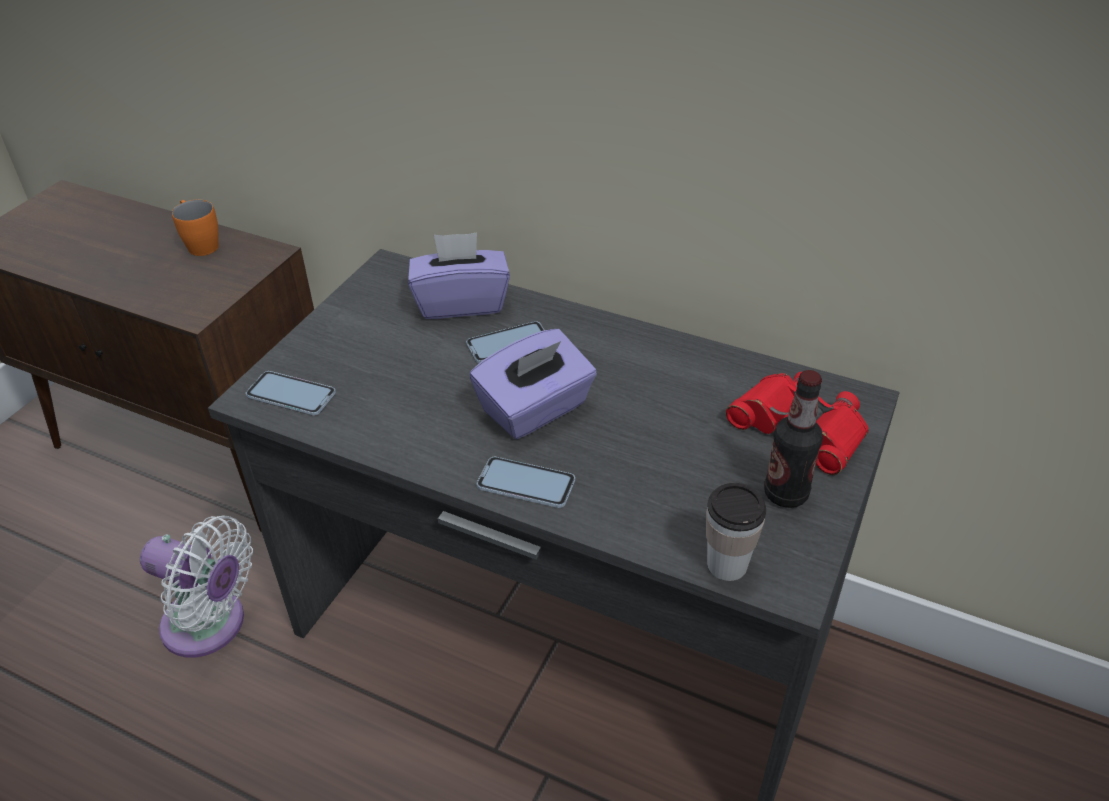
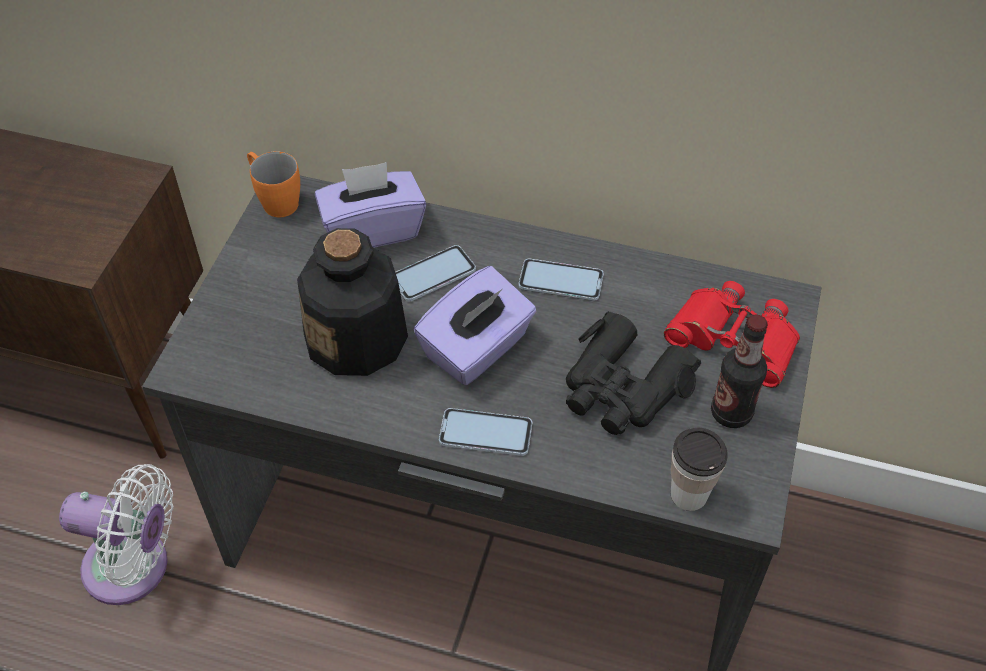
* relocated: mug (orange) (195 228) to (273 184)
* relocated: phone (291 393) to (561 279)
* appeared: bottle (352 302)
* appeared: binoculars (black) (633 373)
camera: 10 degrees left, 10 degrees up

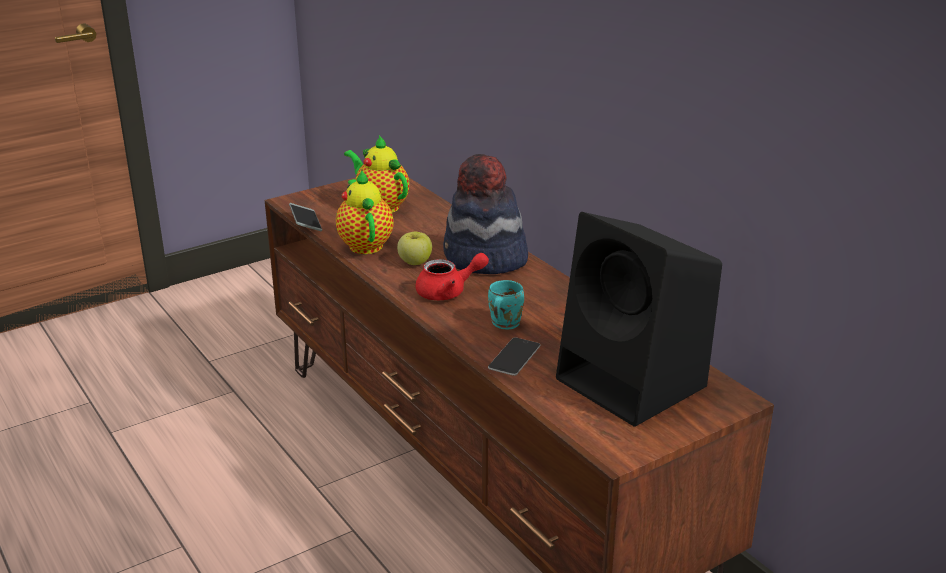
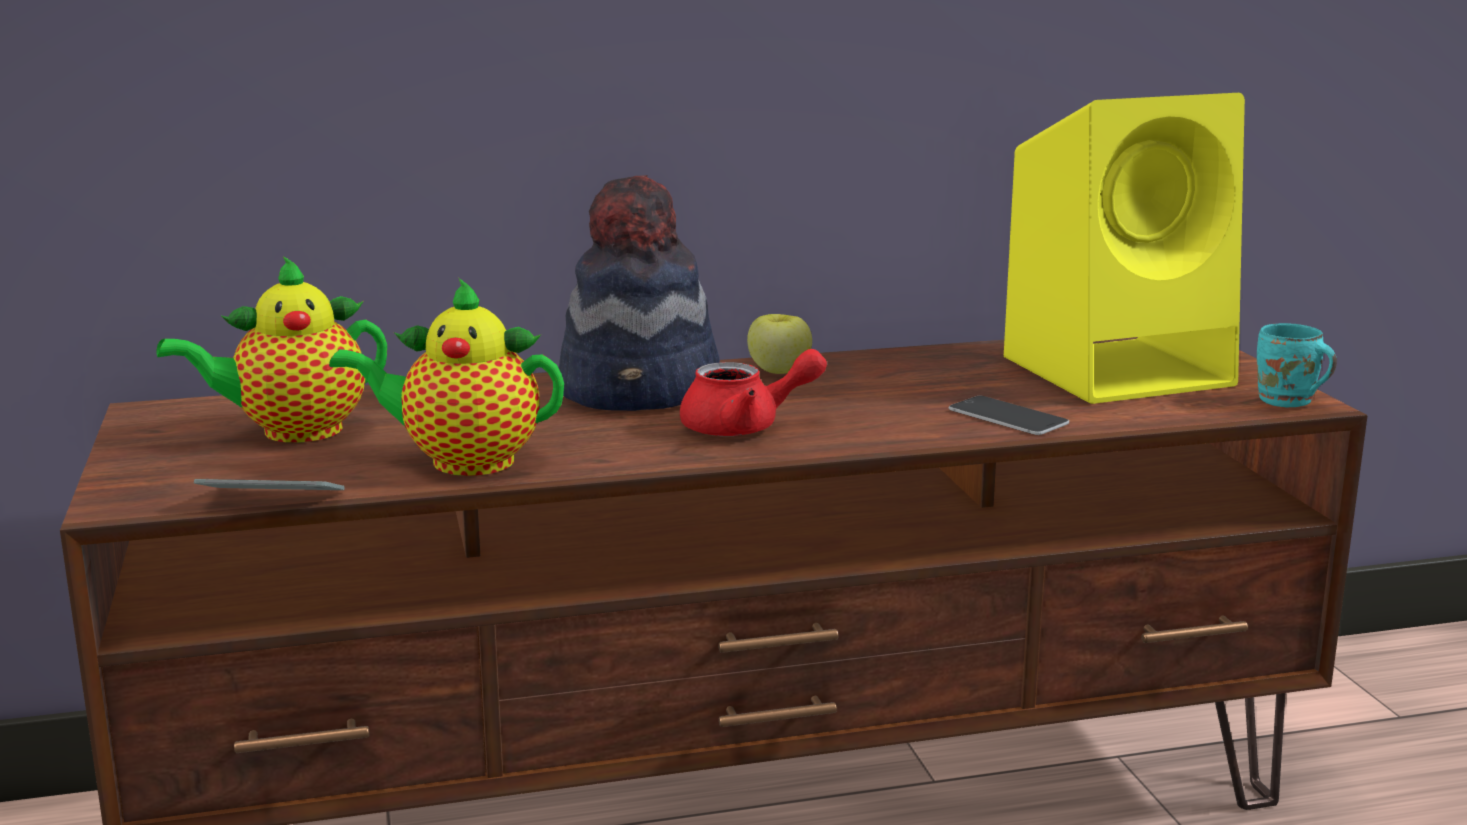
* colour: speaker (black) (639 319) to speaker (yellow) (1124 248)
* relocated: apple (414 248) to (779 344)
* spun: teapot (red) (452 276) = (753 392) 75 degrees clockwise
* relocated: mug (turquoise) (506 304) to (1297 365)
camera: 70 degrees left, 10 degrees down

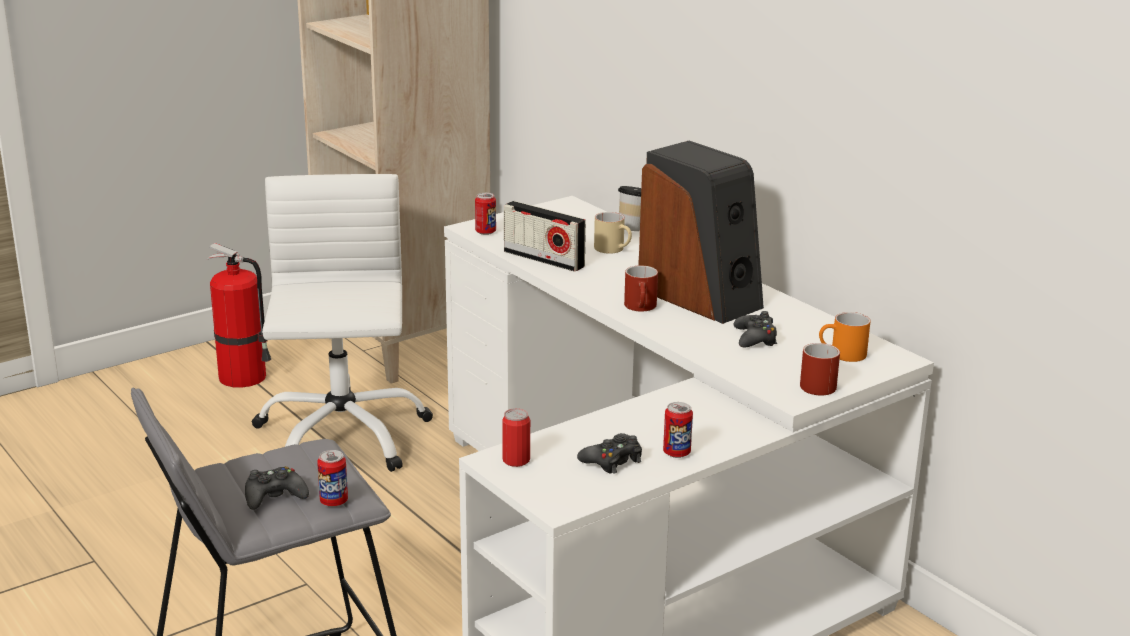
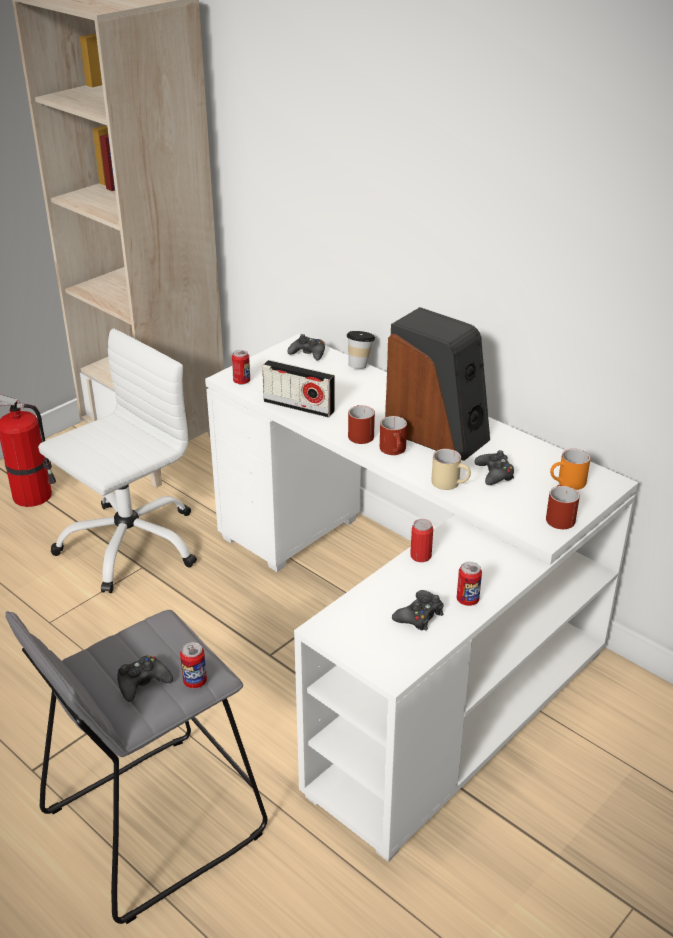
* spun: office chair (white) (342 323) = (117 460) 60 degrees clockwise
* relocated: mug (beige) (613 233) to (451 469)
* relocated: can (516 437) to (421 540)
* appeared: game controller (black) (306 347)
* appeared: mug (red) (361 424)
camera: 10 degrees left, 10 degrees up

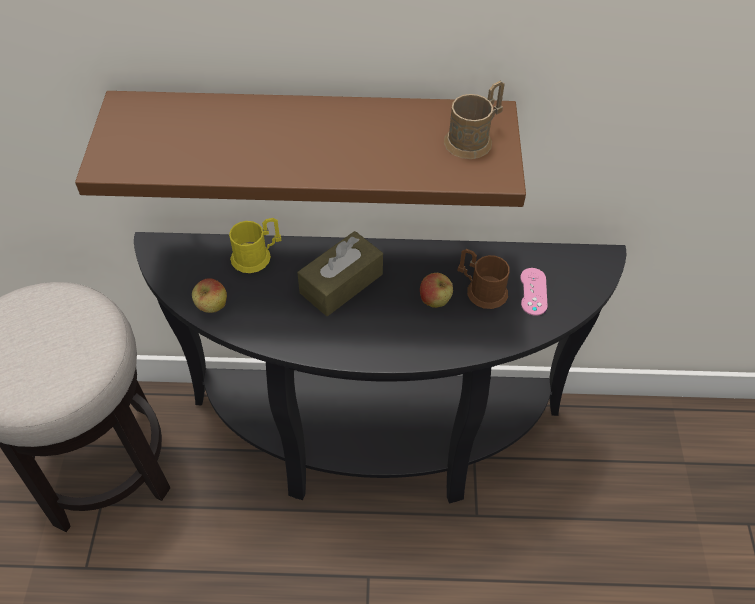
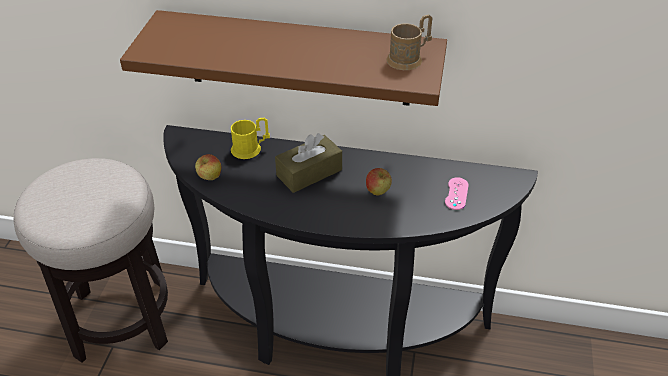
* missing: mug (brown) (483 279)
camera: 10 degrees right, 10 degrees down

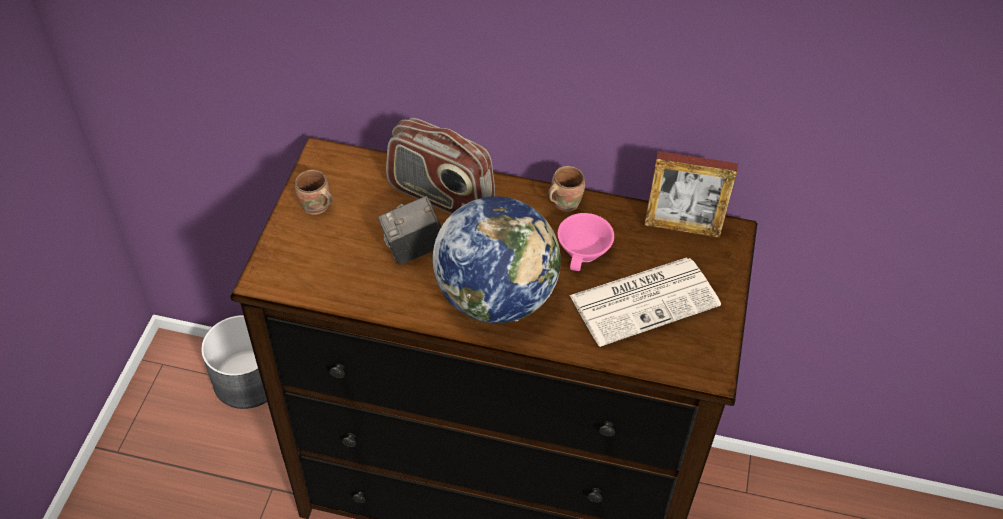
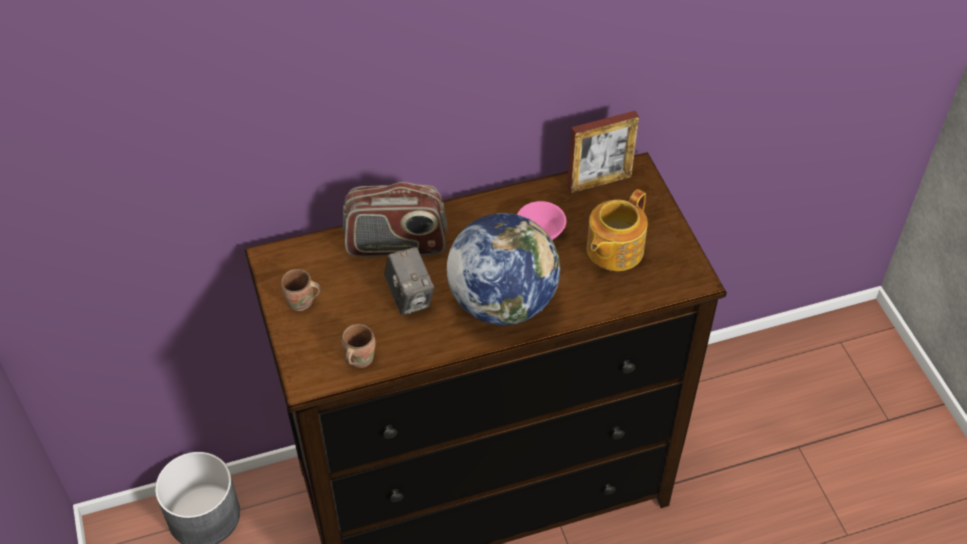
* relocated: mug (brown) (566 189) to (358 346)
* spun: photo camera (409 230) = (409 281) 60 degrees counterclockwise
* exchanged: newspaper (645 302) to teapot (617 230)
camera: 30 degrees left, 0 degrees up

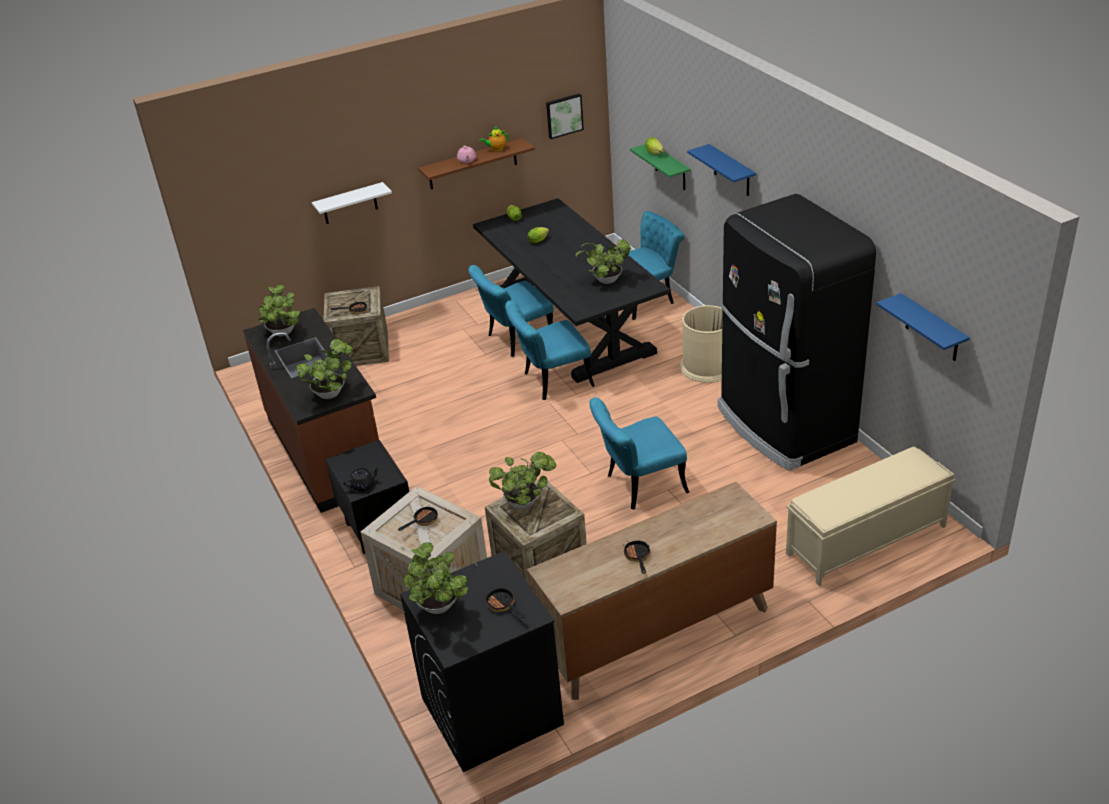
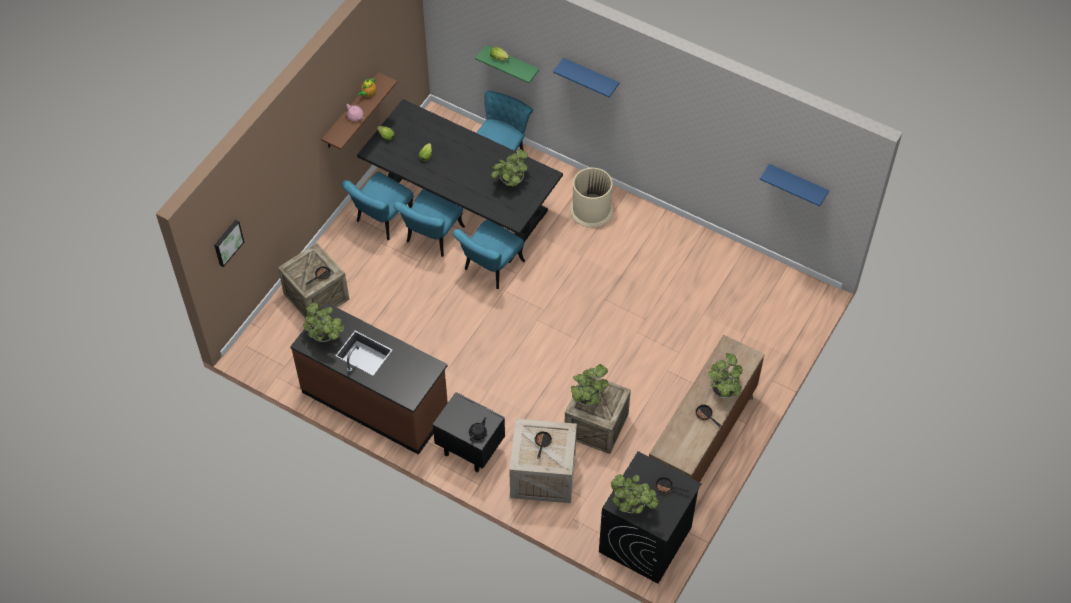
* relocated: picture (565 116) to (229 243)
* missing: shelf (white) (352 203)
* missing: fridge (black) (797 332)
* relocated: potted plant (324 369) to (725 375)
* relocated: chair (turquoise) (639 453) to (377 206)
* missing: bench (beige) (871 516)
camera: 35 degrees left, 20 degrees up

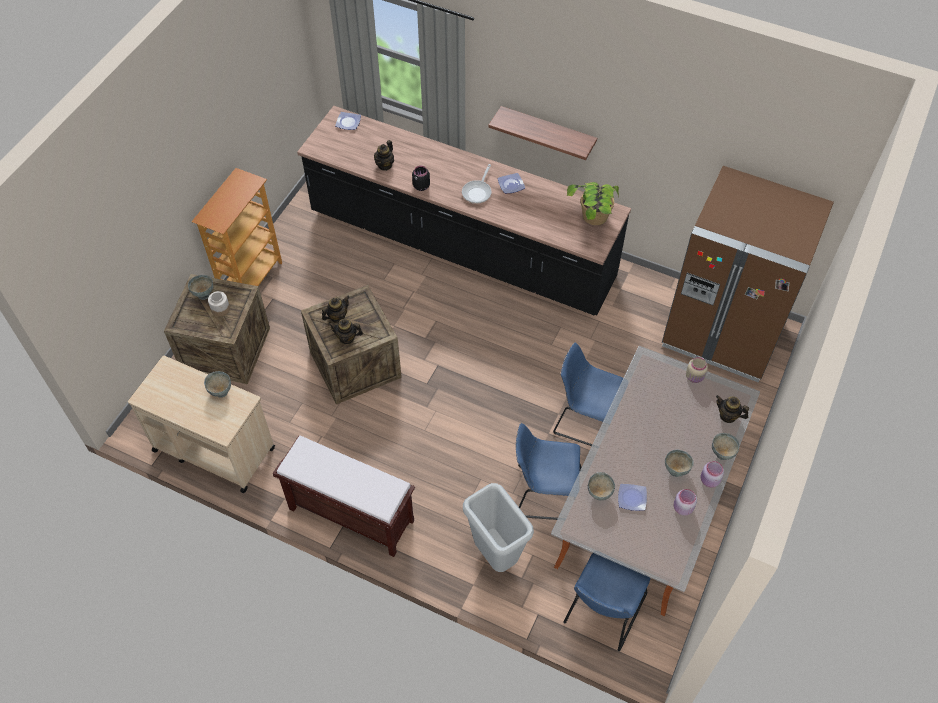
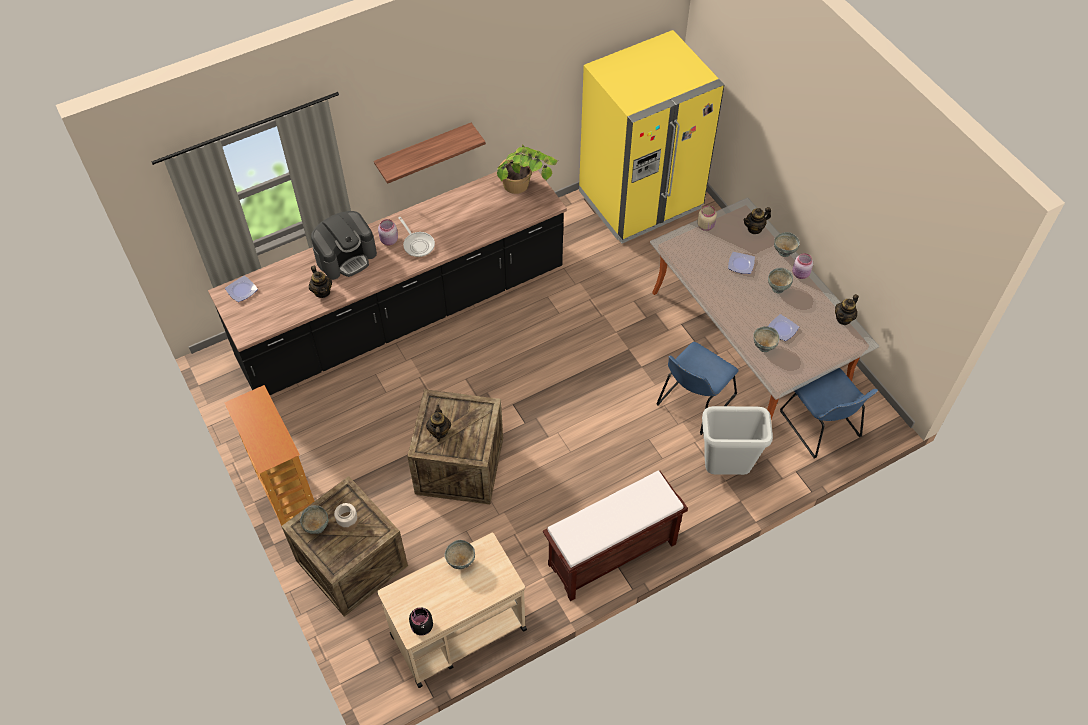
* relocated: jar (black) (421 178) to (421 621)
* colour: fridge (brown) (748 274) to fridge (yellow) (651 137)
* relocated: plate (511 183) to (741 263)
* relocated: teapot (345 331) to (847 309)
* missing: chair (blue) (588 394)
* relocated: jar (pink) (685 502) to (388 232)
* appeared: coffee machine (344 245)
camera: 55 degrees left, 0 degrees up

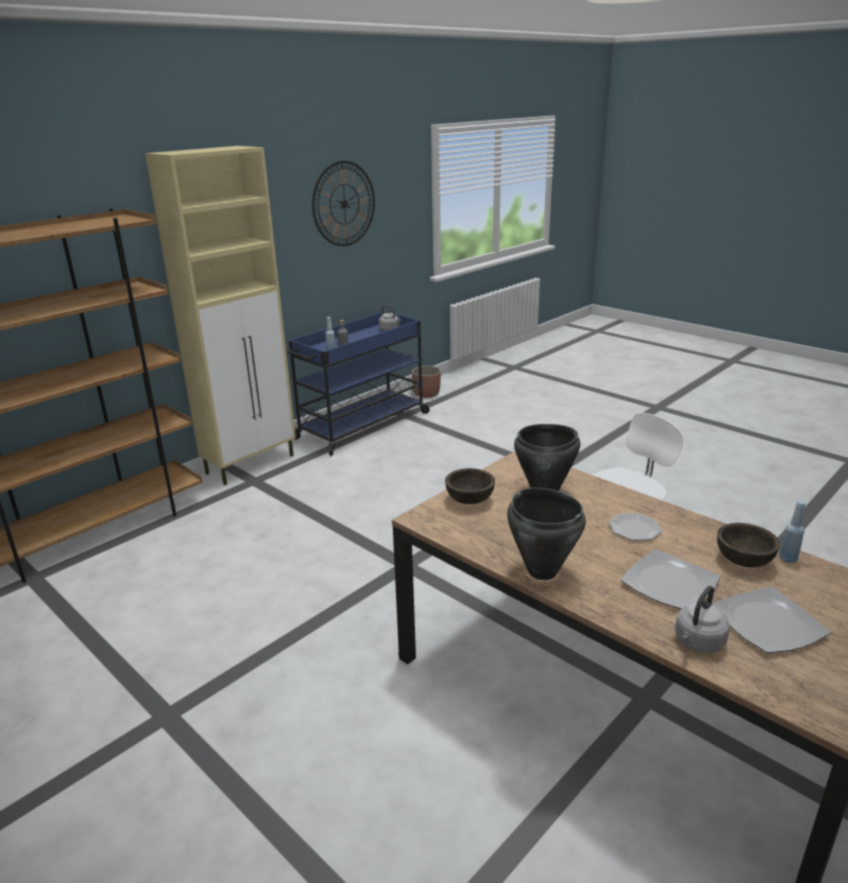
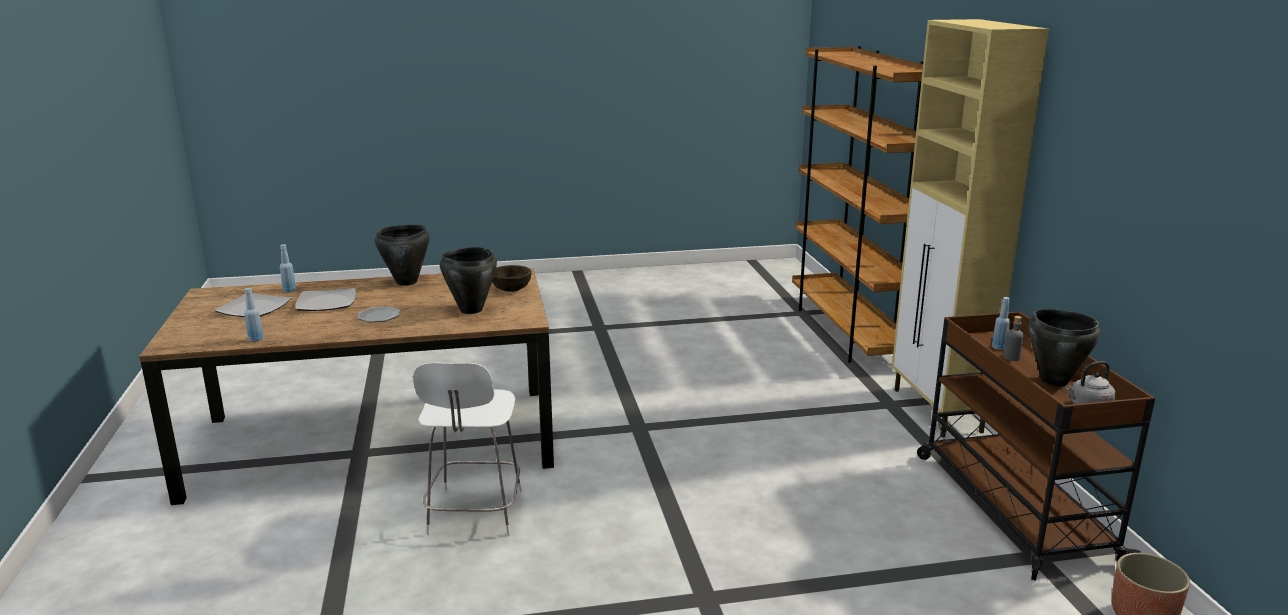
* missing: wall clock (343 203)
* colour: cart (blue) (359 383) to cart (brown) (1036 446)
* missing: bowl (brown) (748 545)
* exchanged: kettle (grey) (702 619) to bottle (blue) (288 268)
* appeared: cooking pot (black) (1064 348)
camera: 125 degrees right, 5 degrees down

